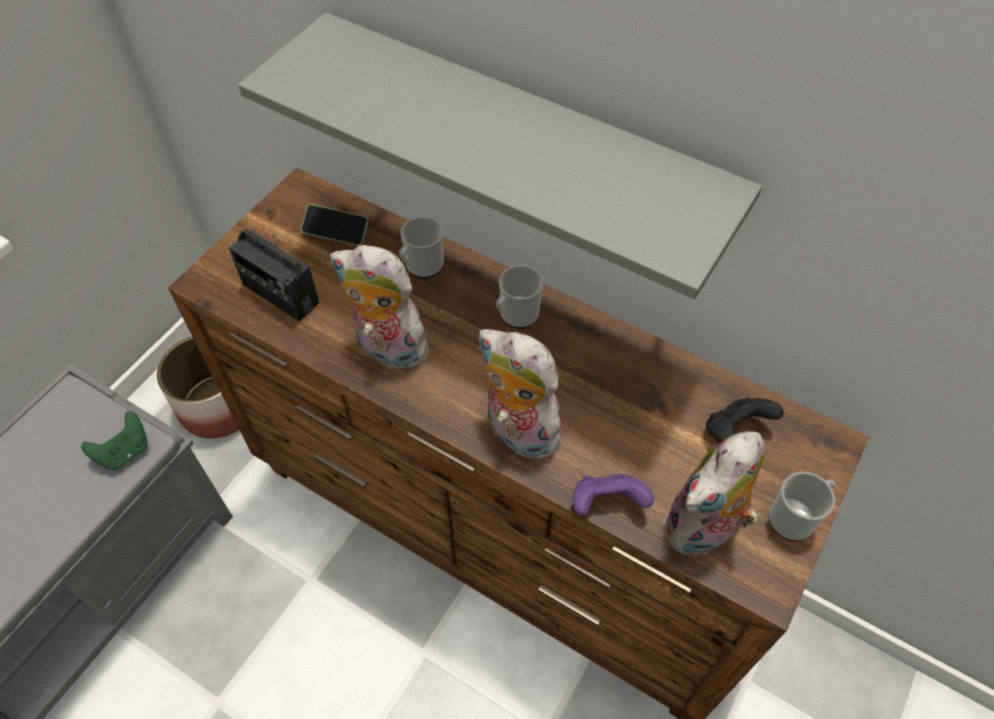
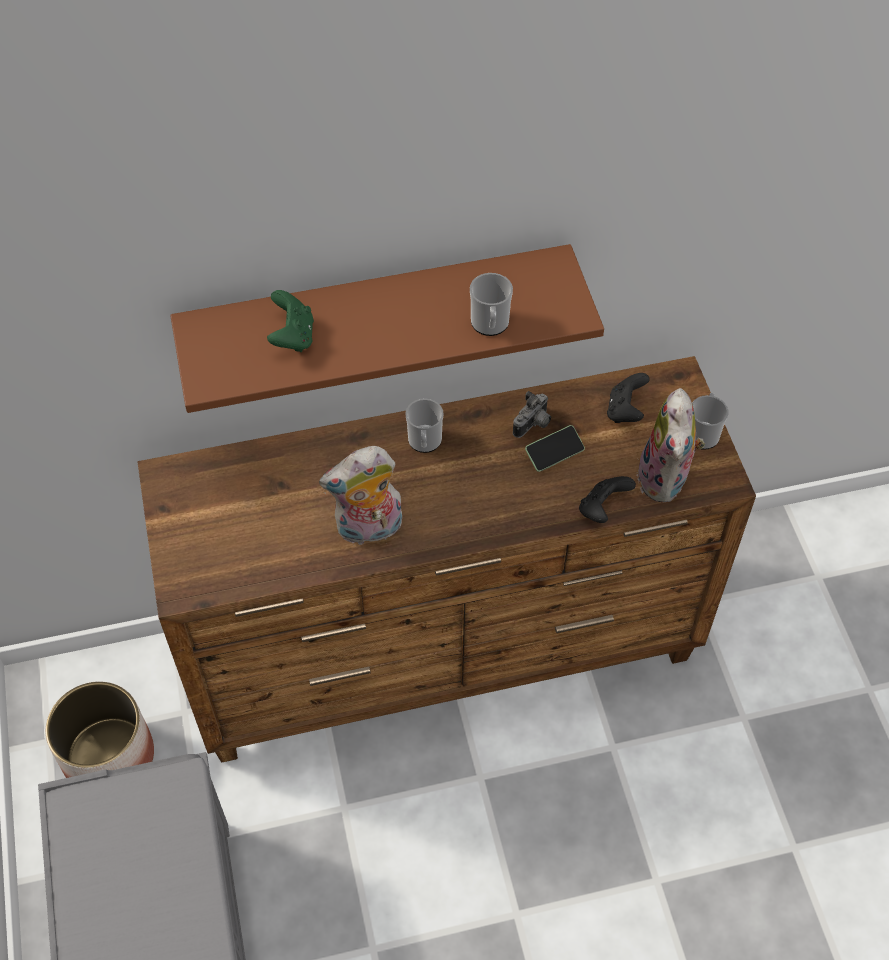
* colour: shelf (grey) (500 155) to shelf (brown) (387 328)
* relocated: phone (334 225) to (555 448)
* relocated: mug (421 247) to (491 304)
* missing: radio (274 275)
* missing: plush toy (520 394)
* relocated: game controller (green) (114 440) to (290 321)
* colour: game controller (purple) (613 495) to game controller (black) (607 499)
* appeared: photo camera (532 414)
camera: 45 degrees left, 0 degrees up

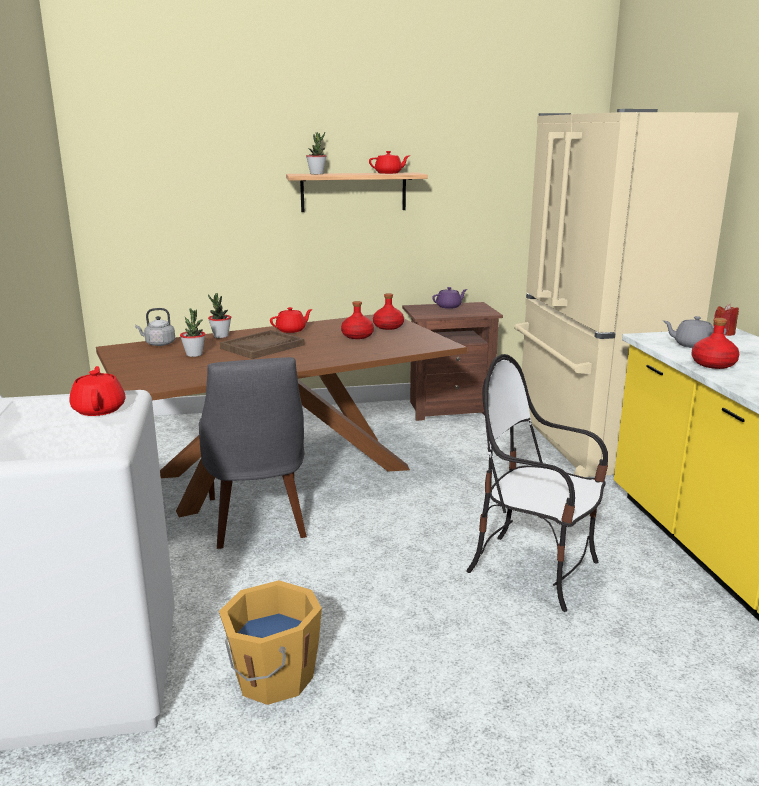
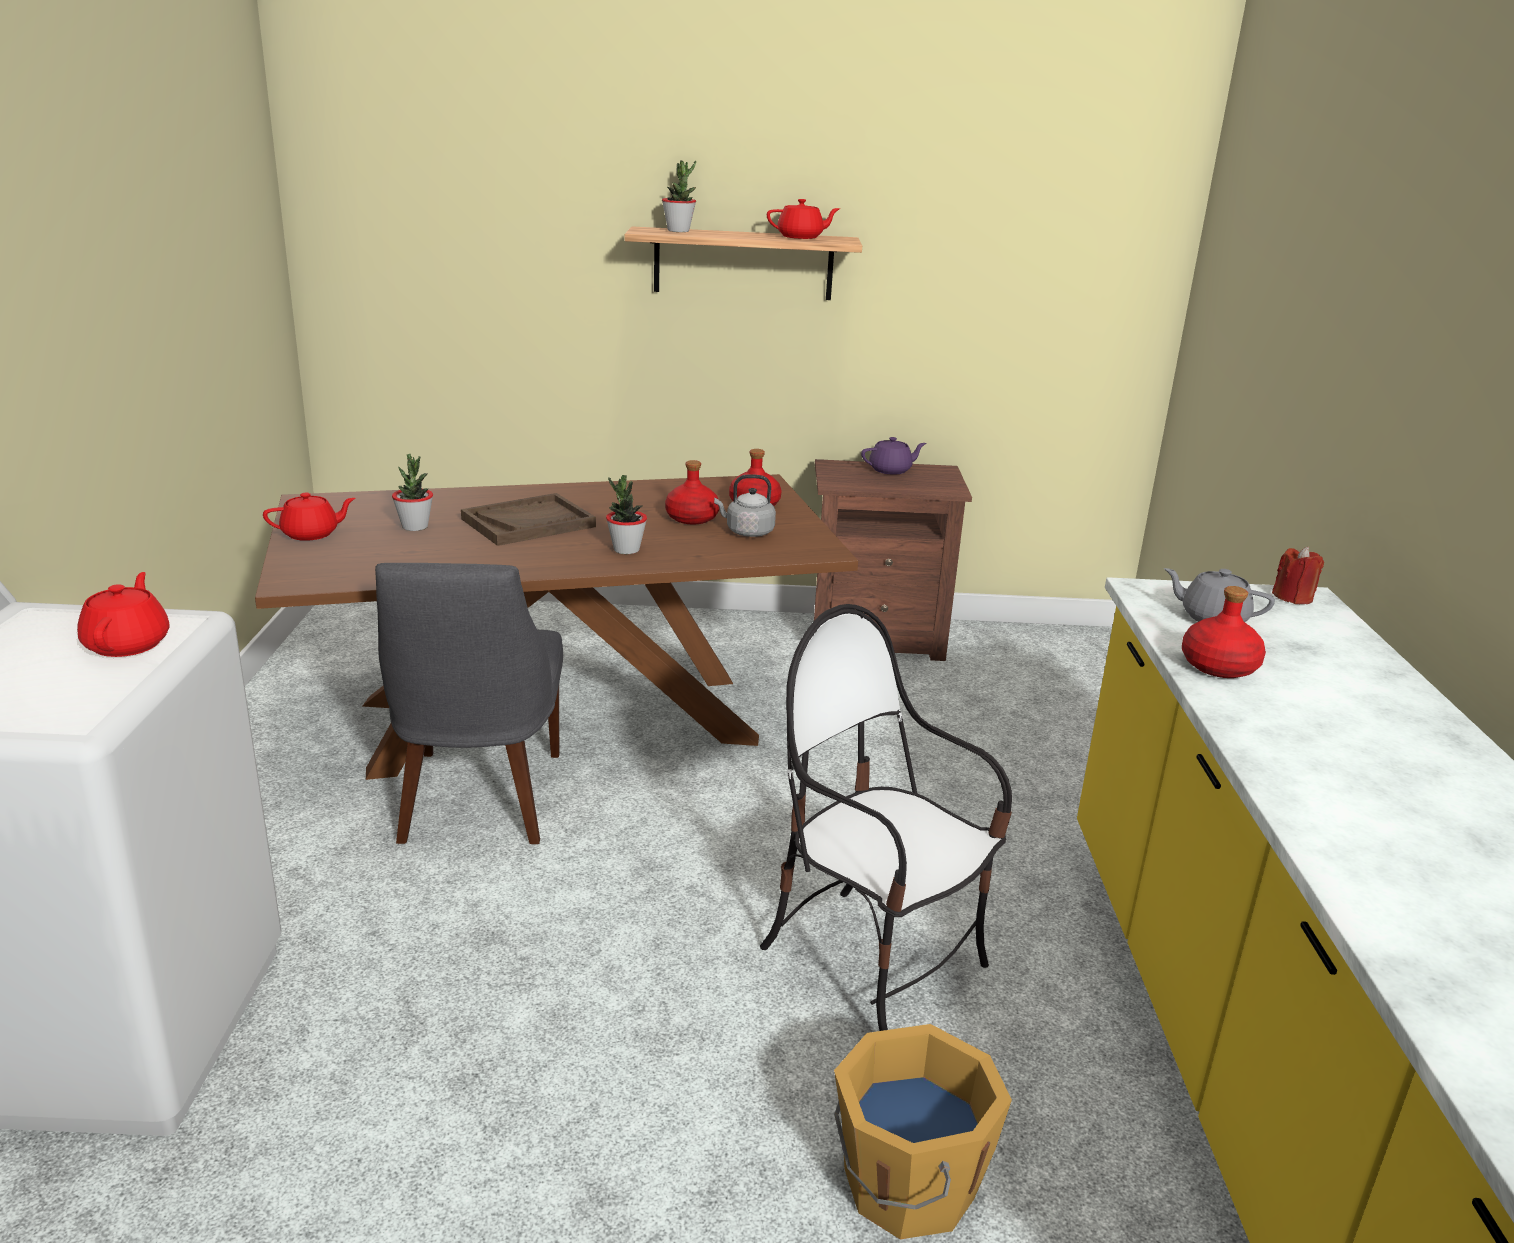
* missing: fridge (beige) (626 293)
* relocated: potted plant (219 315) to (626 514)
* relocated: teapot (red) (291 320) to (309 517)
* relocated: kettle (grey) (155 327) to (745 505)
* relocated: bucket (orange) (270 642) to (923 1131)
camera: 10 degrees right, 5 degrees up

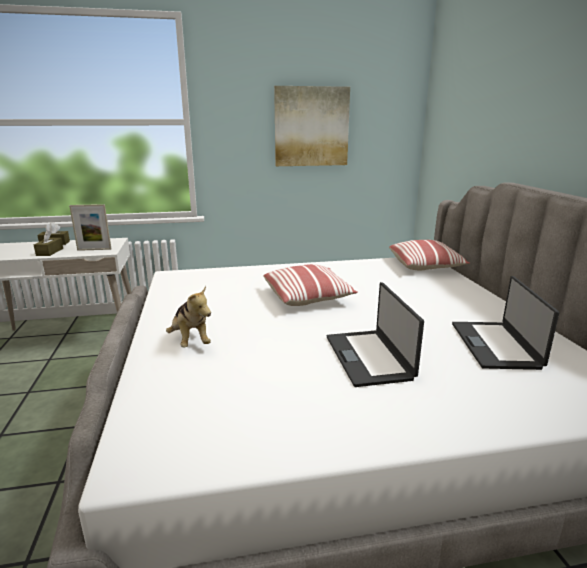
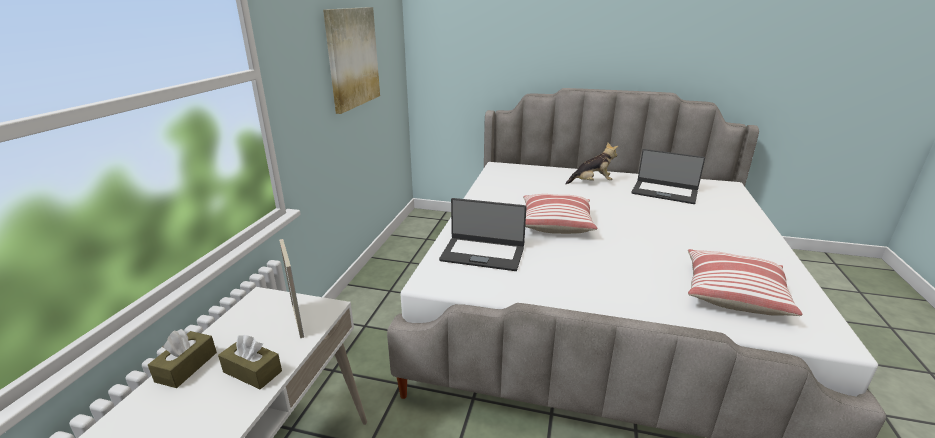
* spun: picture frame (90 227) = (291 288) 45 degrees counterclockwise
* relocated: pillow (429 255) to (745 282)
* relocated: laptop (375 334) to (483 234)
* relocated: plush toy (188 317) to (591 163)
camera: 65 degrees left, 5 degrees up

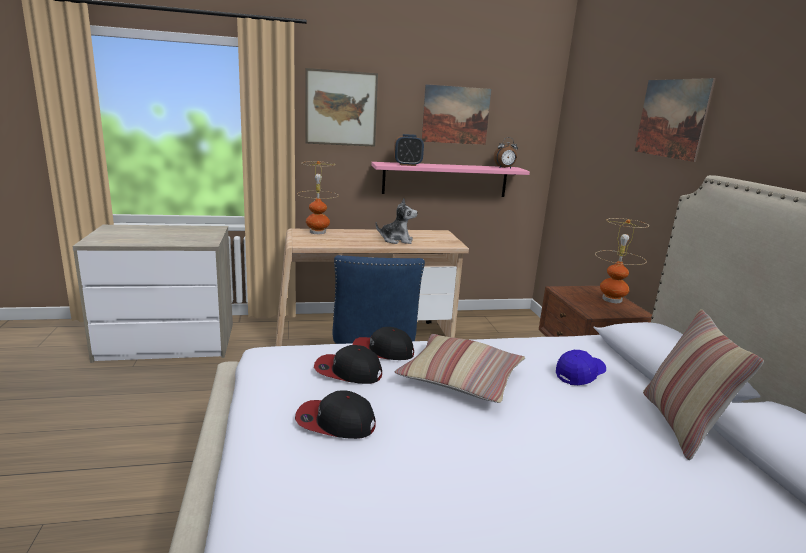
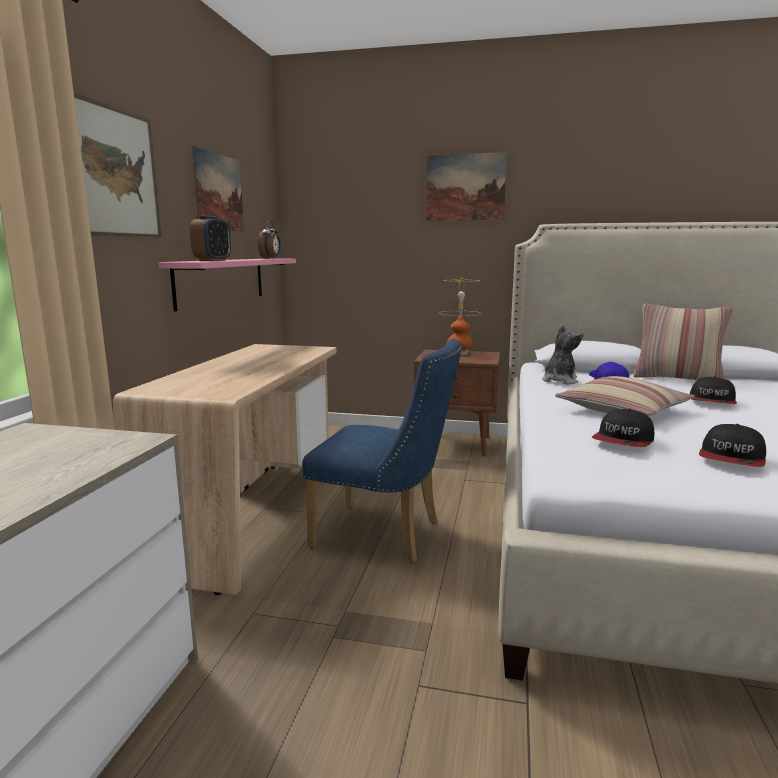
* missing: table lamp (318 197)
* relocated: plush toy (396 221) to (563 355)
* relocated: cap (383 343) to (713 390)
camera: 65 degrees left, 5 degrees down

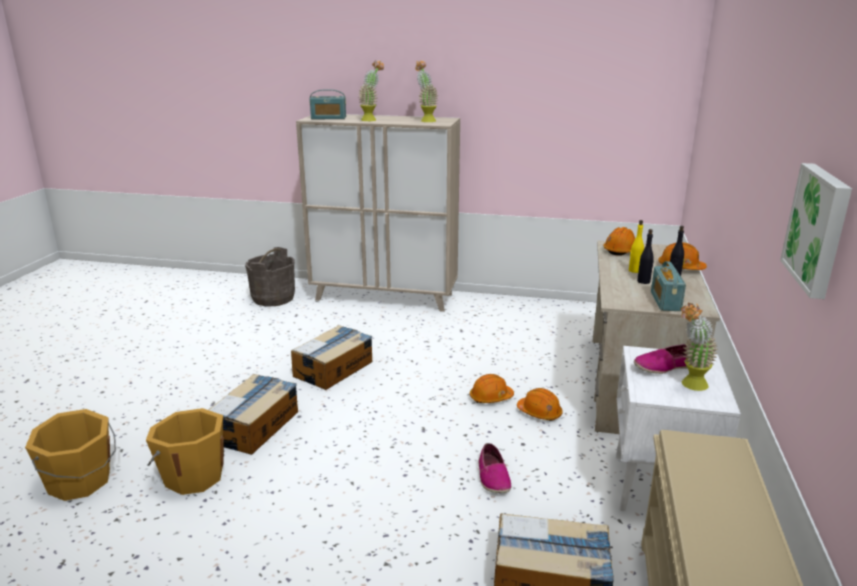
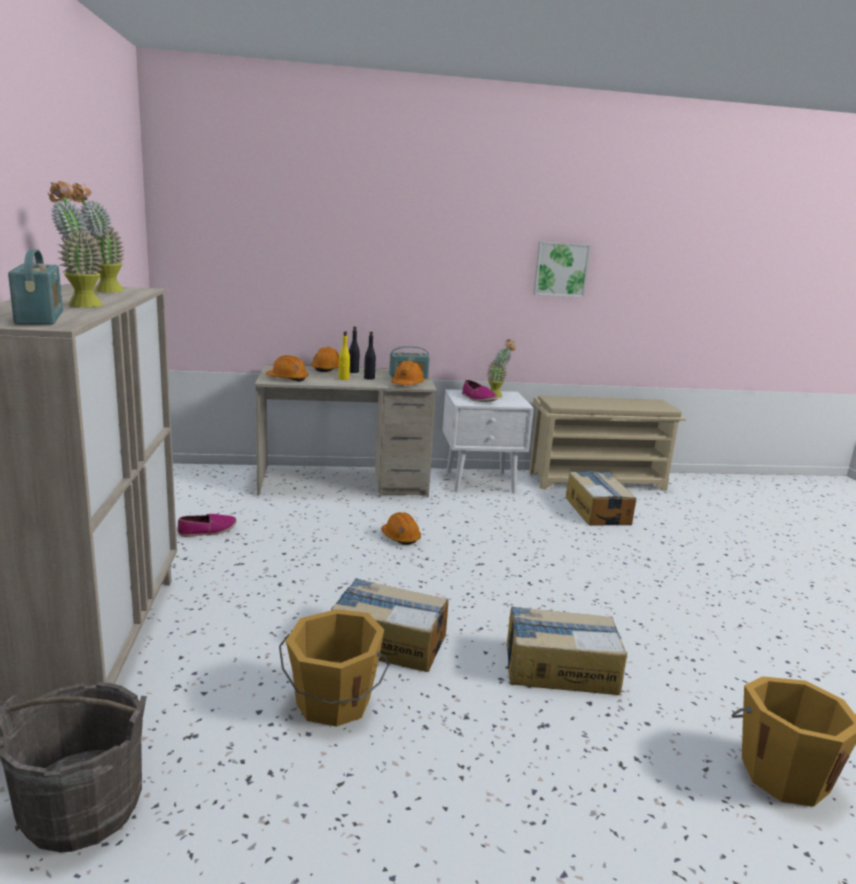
* relocated: hard hat (orange) (540 404) to (408 373)
* relocated: bucket (orange) (185 451) to (334 668)
* relocated: shoe (495 468) to (207 525)
camera: 110 degrees left, 5 degrees down

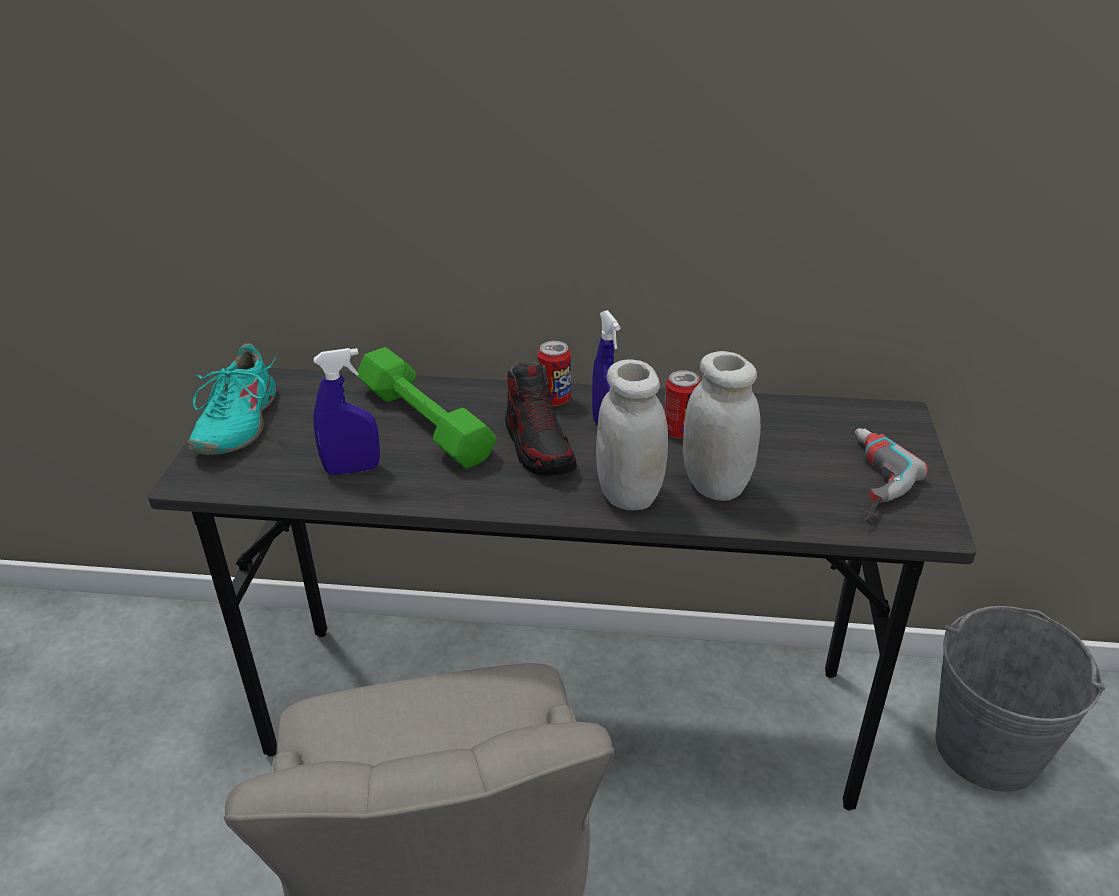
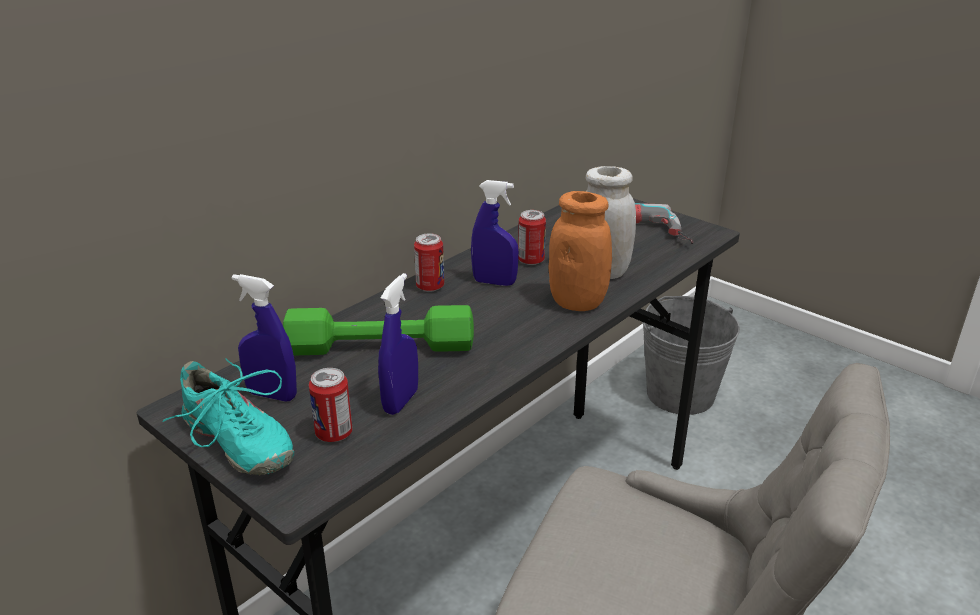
* colour: jar (white) (632 435) to jar (orange) (580 251)
* missing: shoe (541 419)
* appeared: spray bottle (blue) (264 338)
* appeared: can (331 405)
camera: 55 degrees left, 5 degrees down

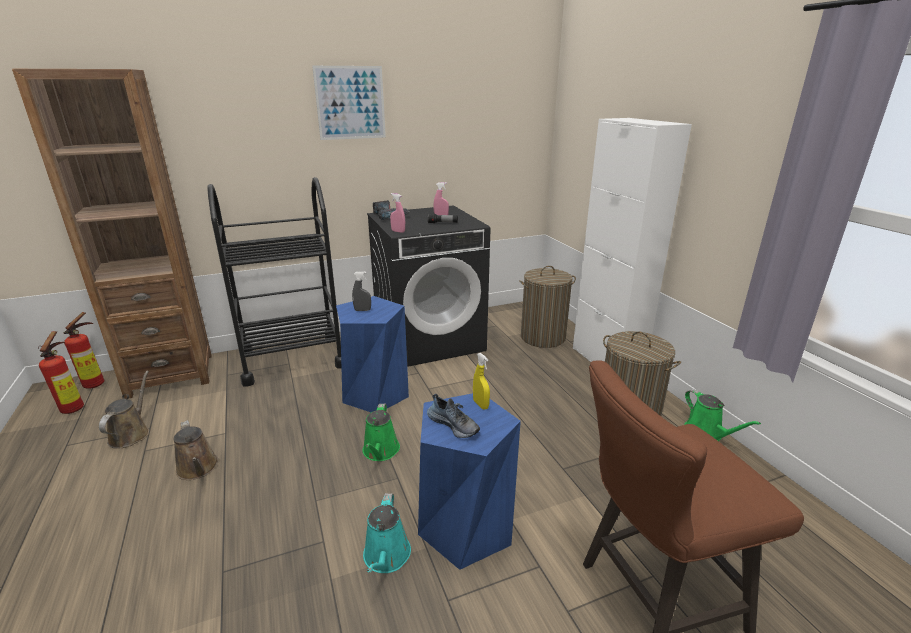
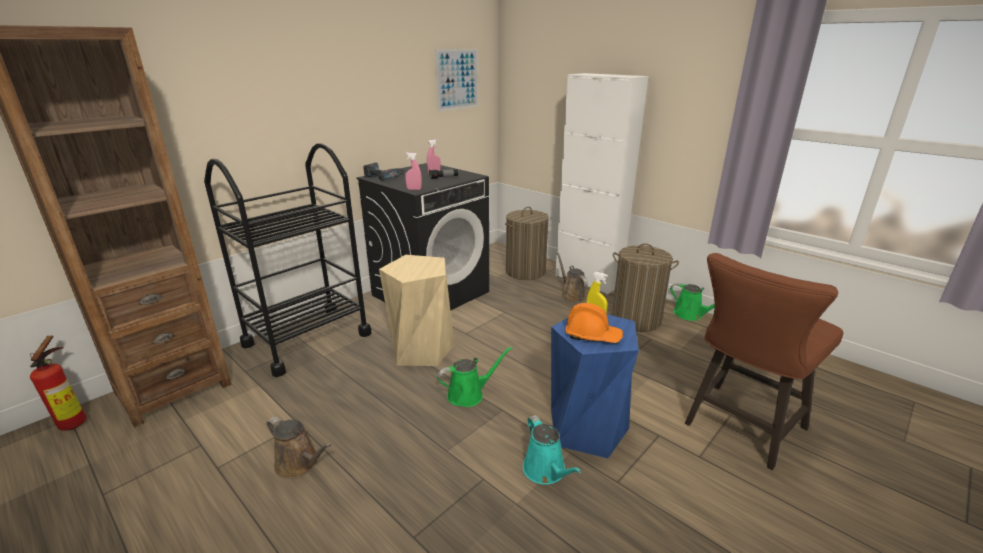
* relocated: picture (349 103) to (456 80)
* missing: spray bottle (grey) (361 291)
* colour: stool (blue) (372 354) to stool (beige) (416 310)
* missing: fire extinguisher (61 372)
* relocated: watering can (brown) (124 410) to (572 278)
* exchanged: shoe (453 416) to hard hat (orange) (594 323)
* spun: watering can (green) (381 432) = (475 376) 90 degrees counterclockwise
camera: 25 degrees left, 0 degrees up

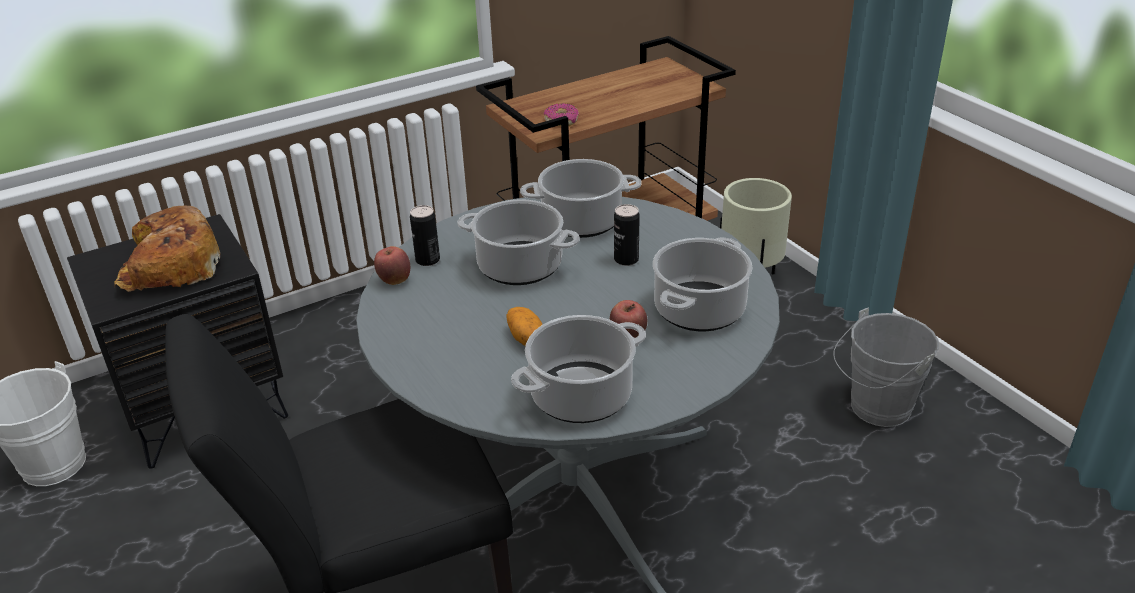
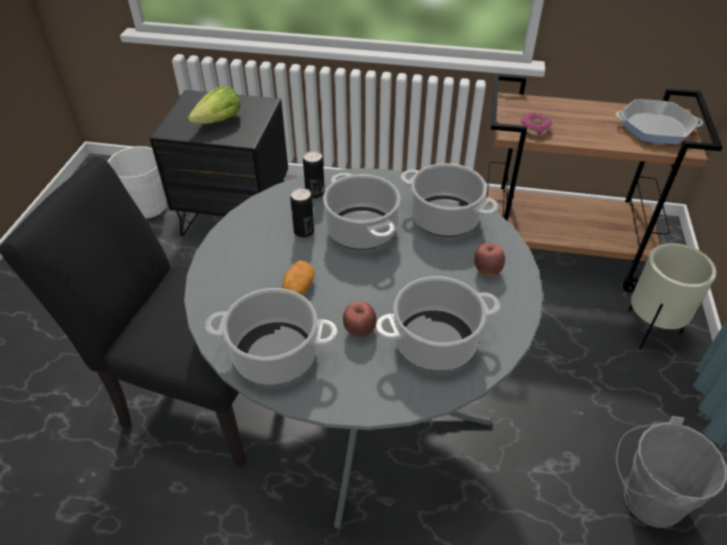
* relocated: can (627 235) to (302 212)
* exchanged: bread (167 248) to lettuce (214 105)
* relocated: apple (392 265) to (489 259)
* appeared: frying pan (659 121)
camera: 40 degrees right, 10 degrees up

